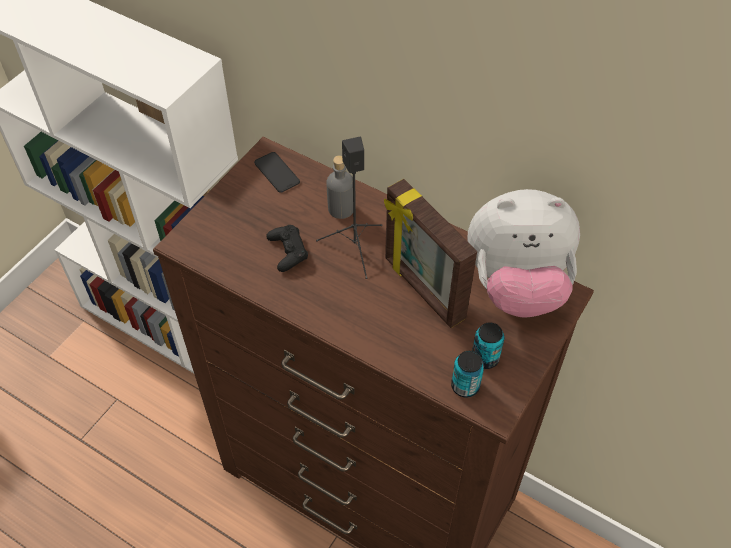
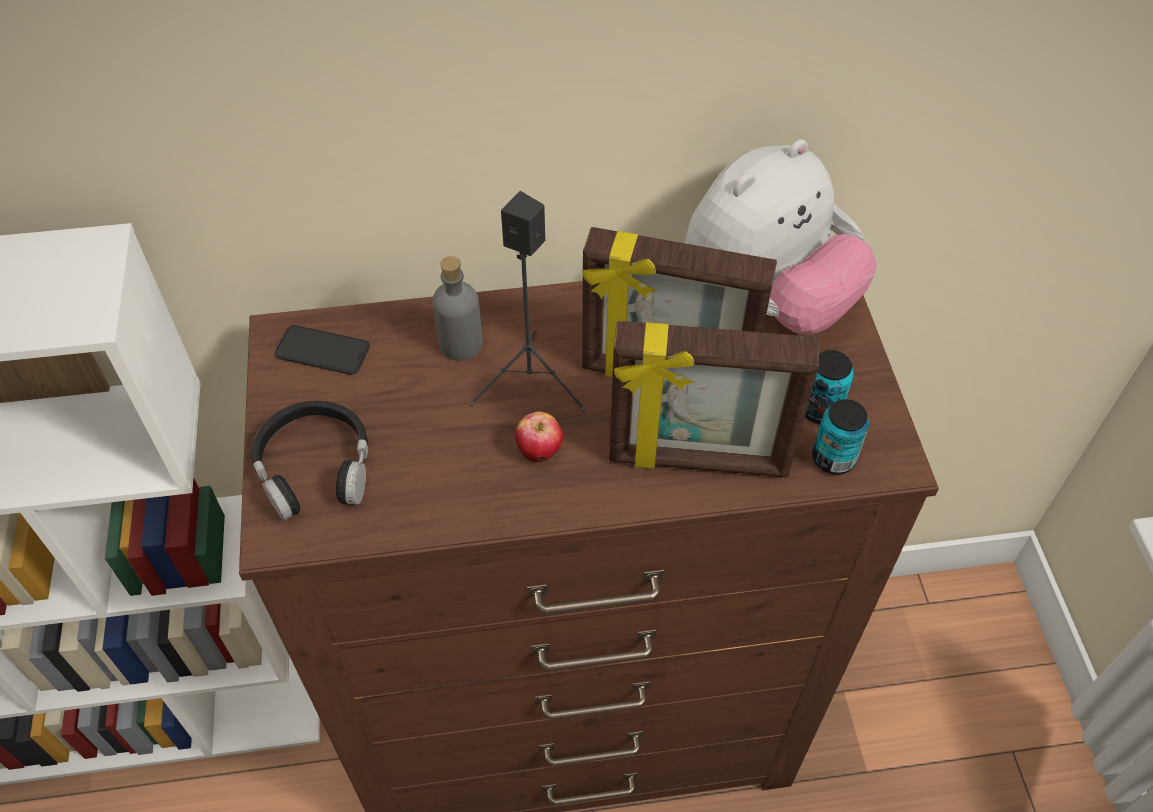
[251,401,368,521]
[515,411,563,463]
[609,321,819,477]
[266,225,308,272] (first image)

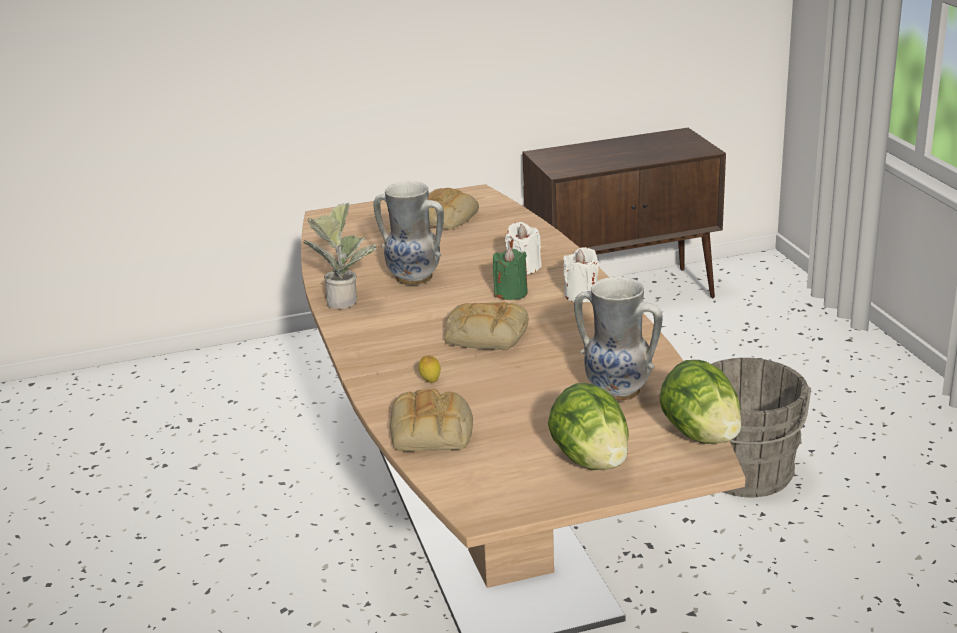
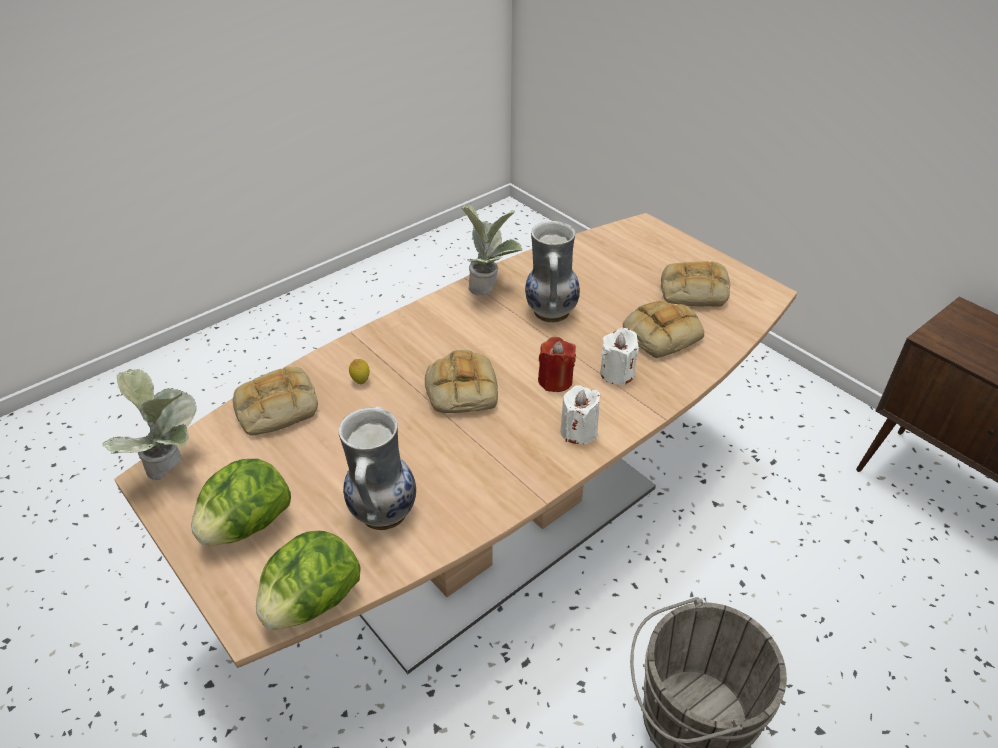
[102,368,197,480]
[538,337,576,392]
[623,301,704,358]

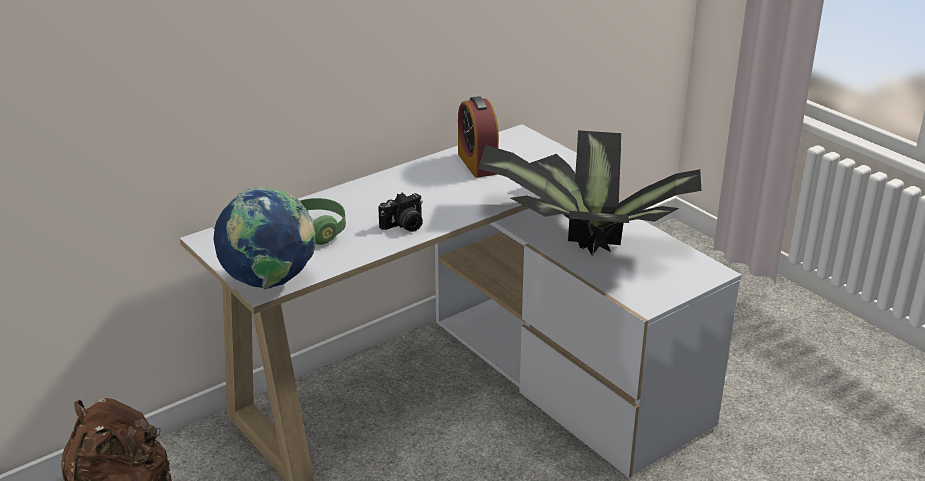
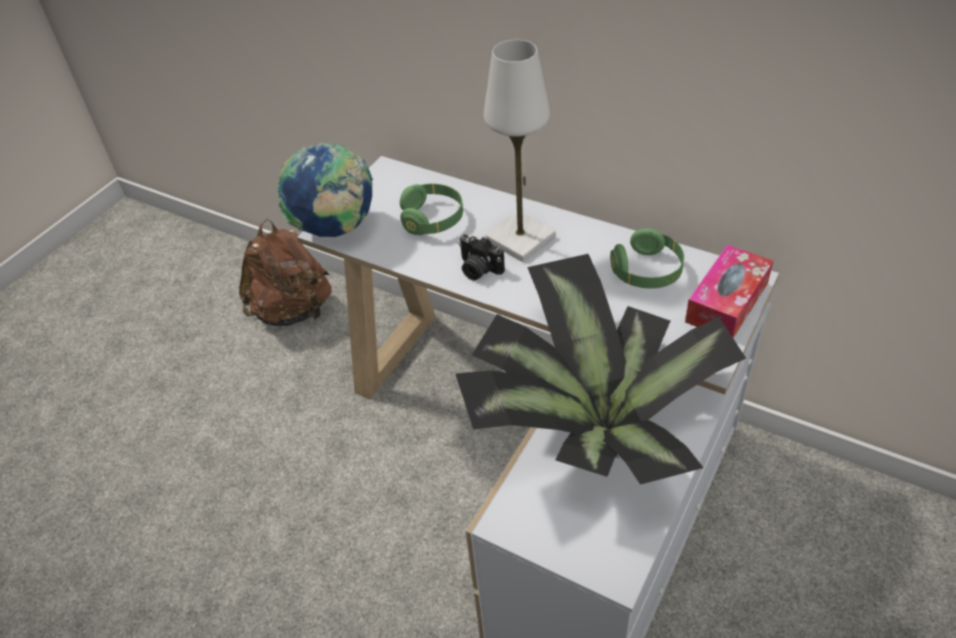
[484,40,555,262]
[610,228,684,289]
[685,245,773,338]

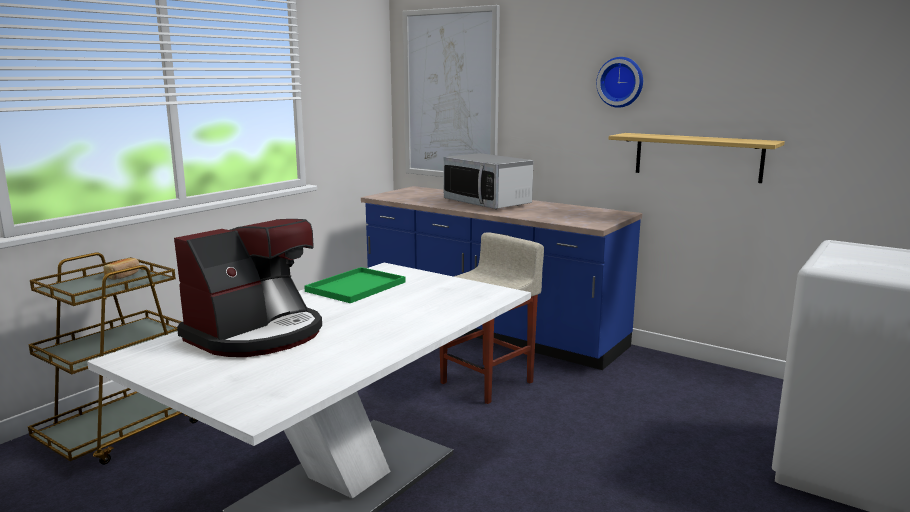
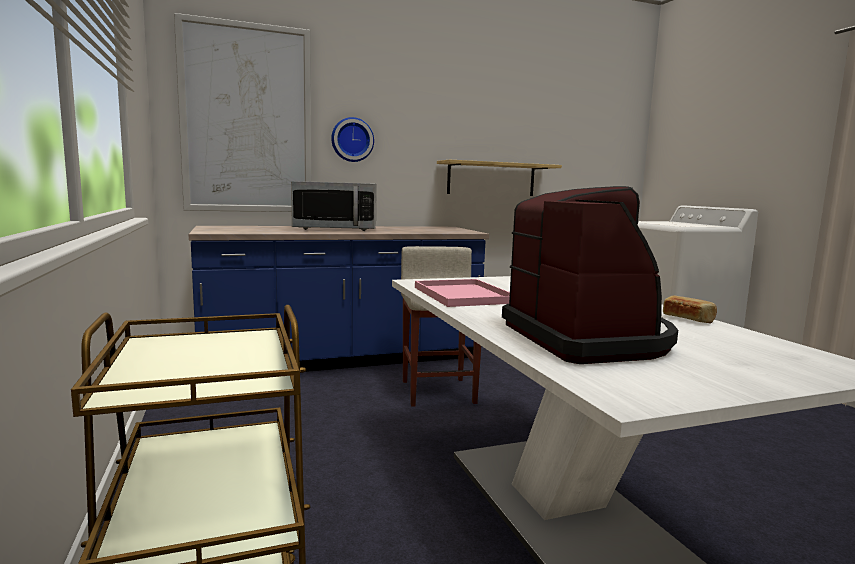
[331,117,374,162]
[415,279,510,307]
[663,295,717,323]

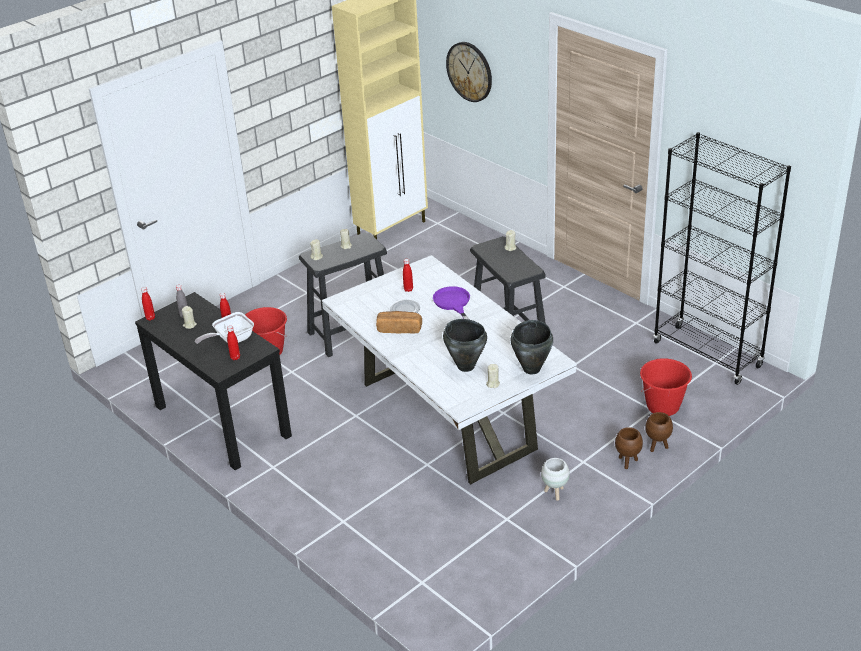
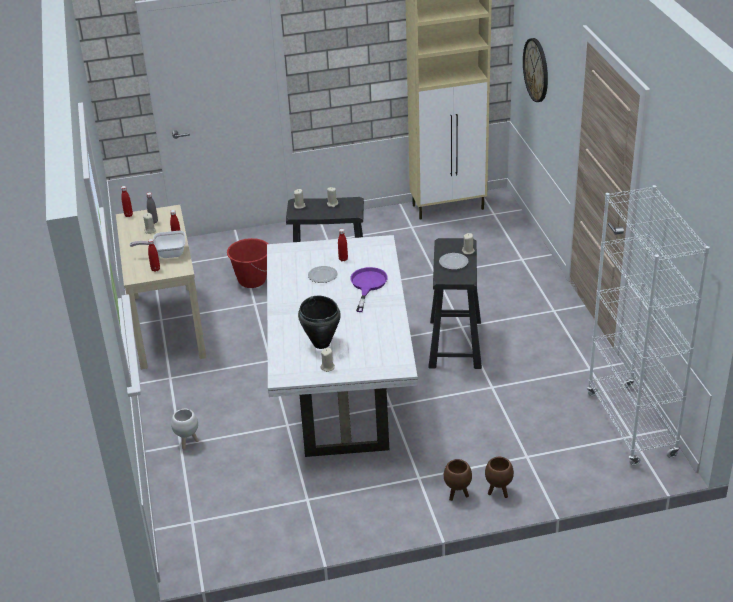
[116,205,206,369]
[171,409,199,449]
[439,253,468,270]
[587,185,710,466]
[376,311,422,334] (first image)
[511,320,553,375] (first image)
[640,358,692,416] (first image)

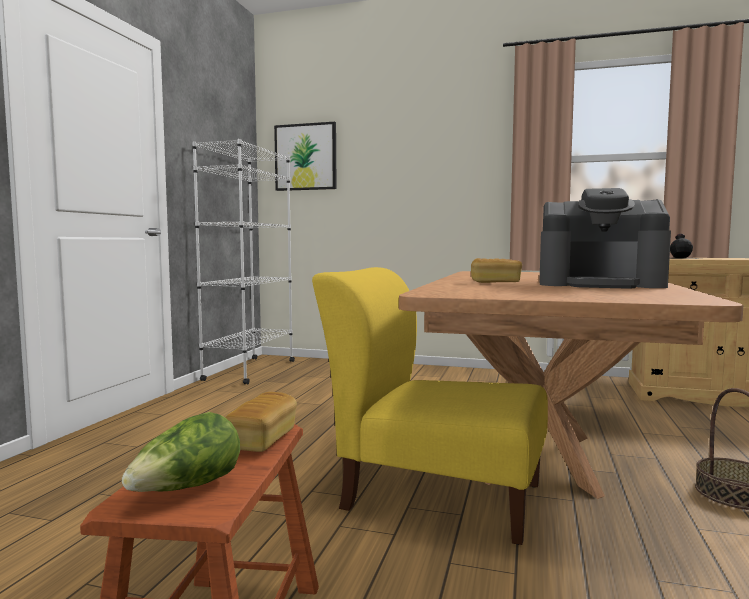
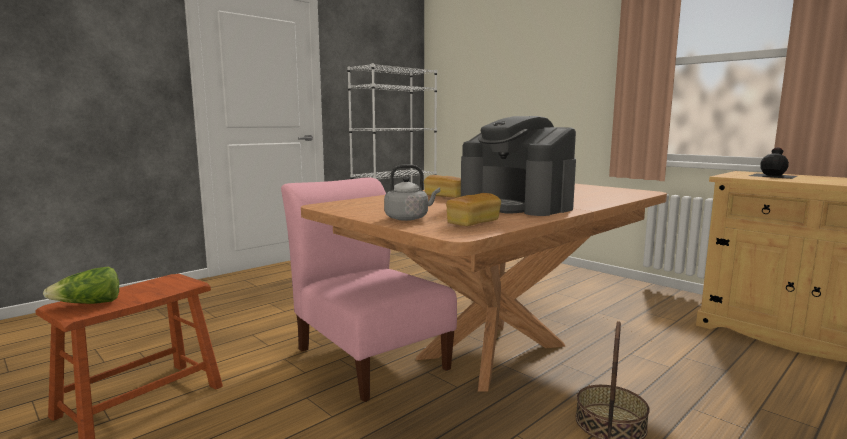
[281,177,457,402]
[384,164,440,221]
[446,193,501,226]
[274,122,337,191] (first image)

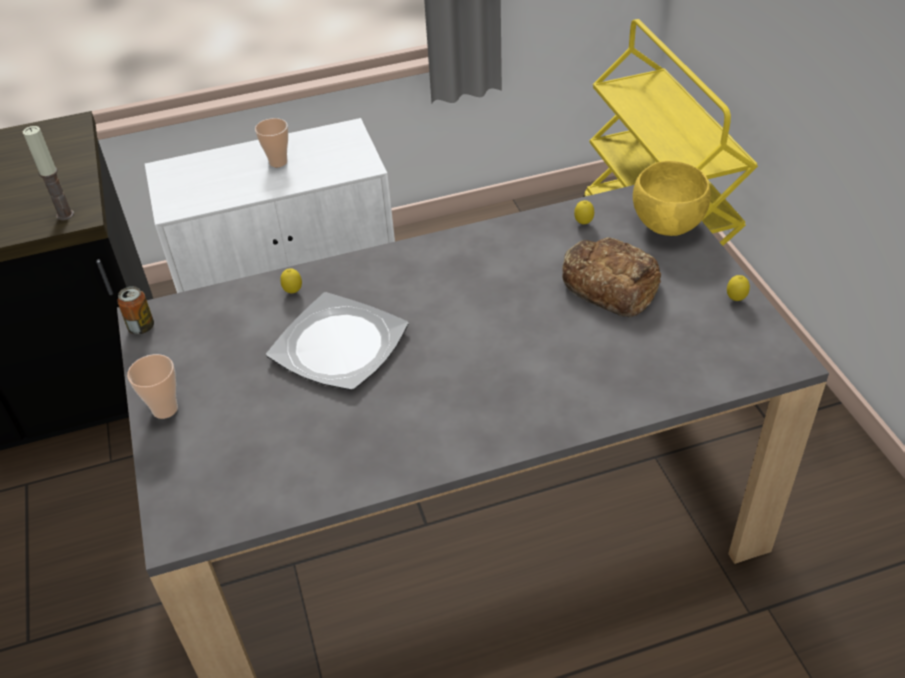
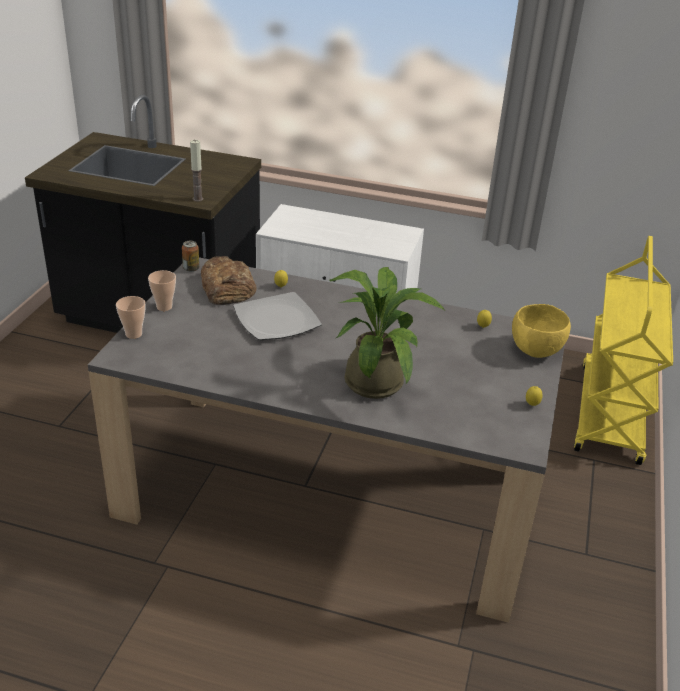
[116,296,145,339]
[201,256,256,305]
[330,267,445,399]

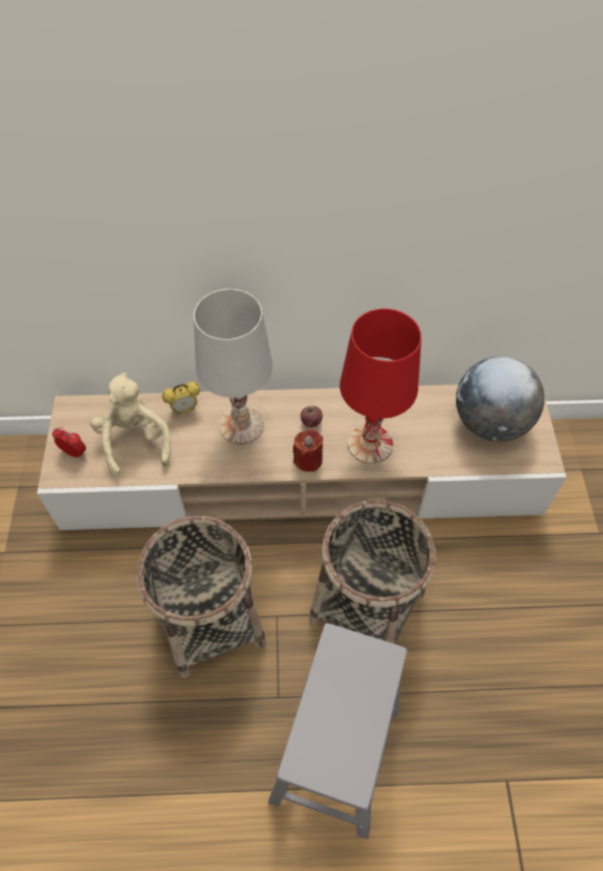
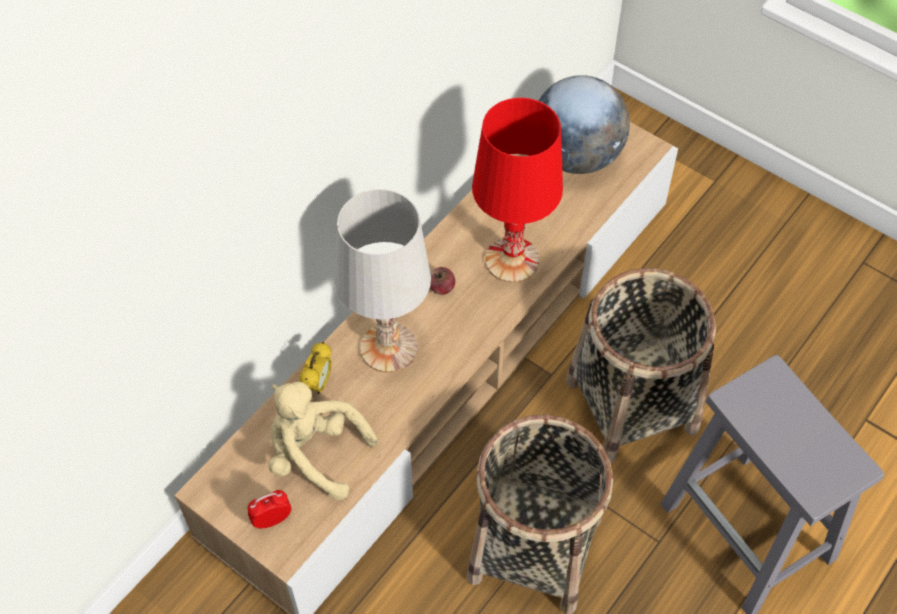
[293,429,323,472] (first image)

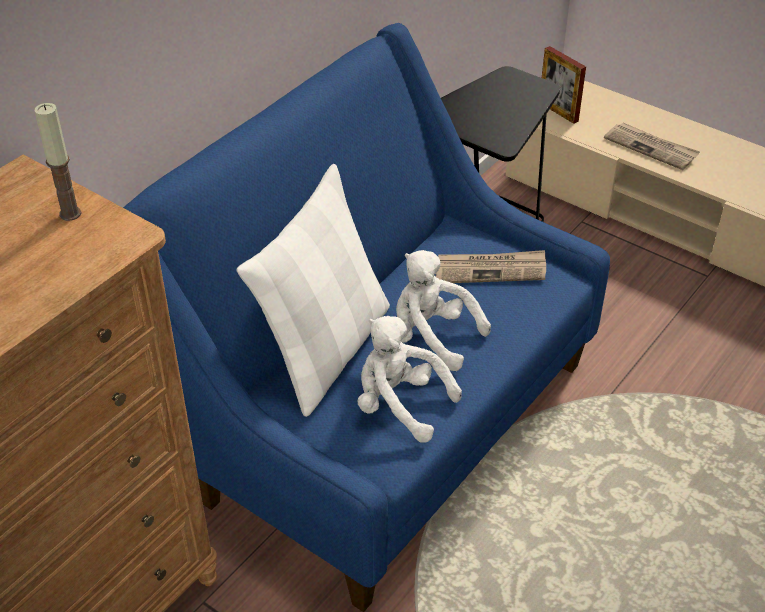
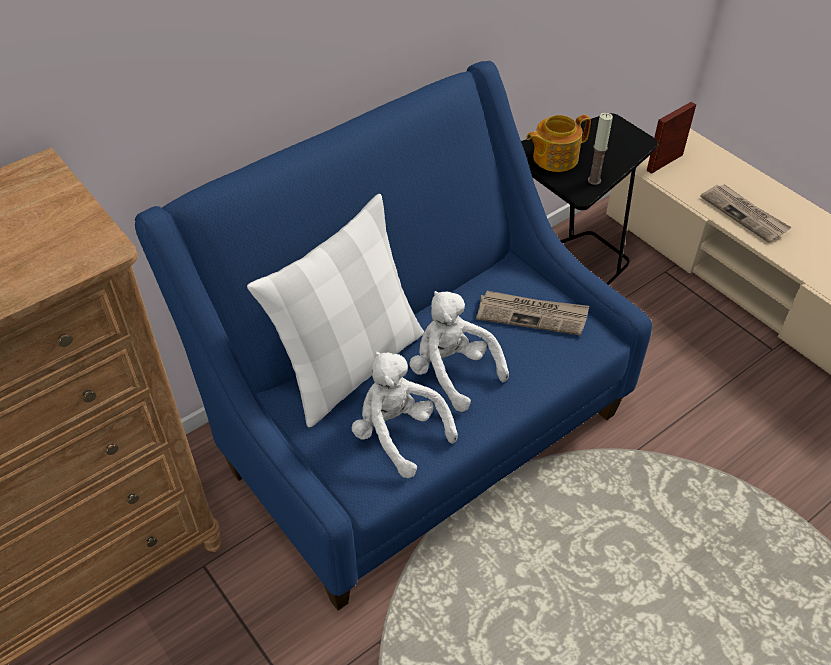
[526,115,591,172]
[588,113,613,185]
[647,102,696,174]

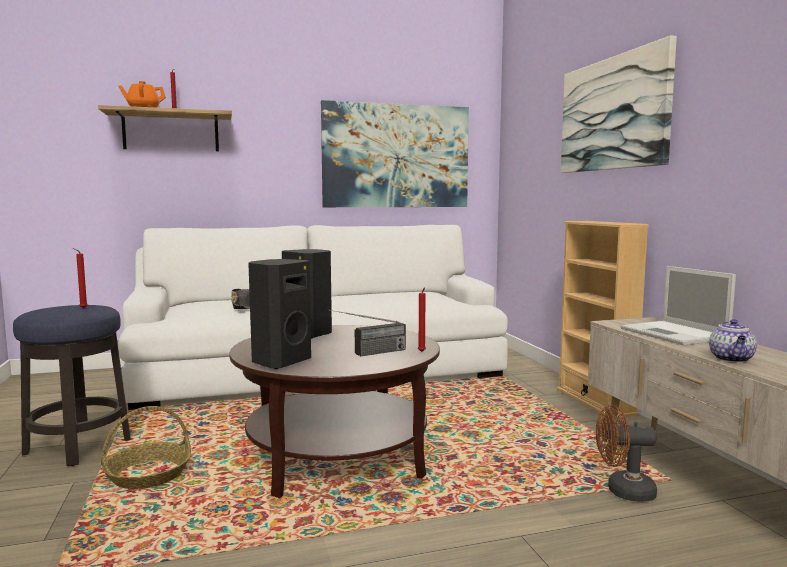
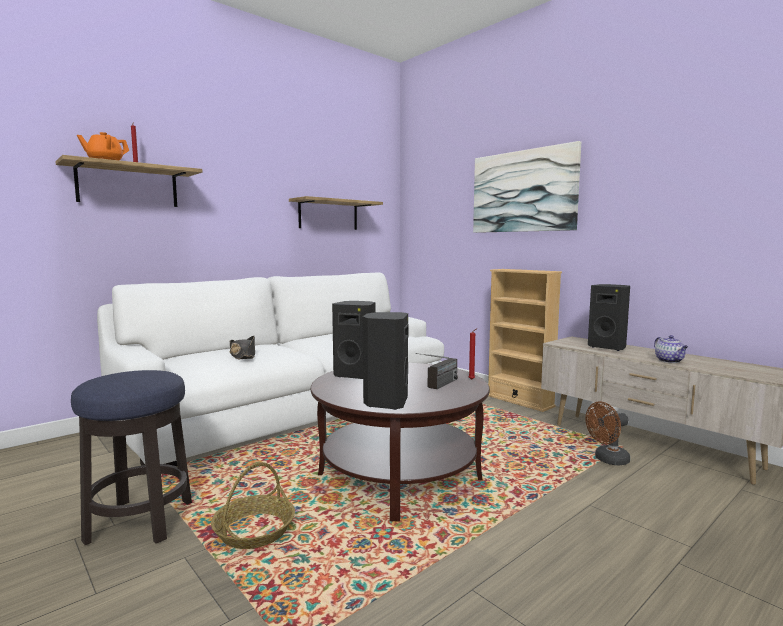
[289,196,383,230]
[588,284,630,351]
[72,248,88,308] (first image)

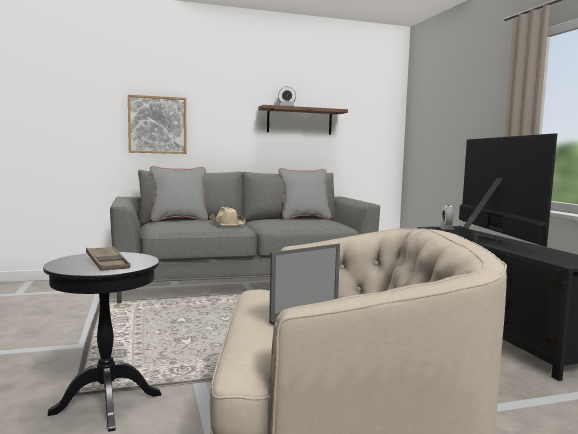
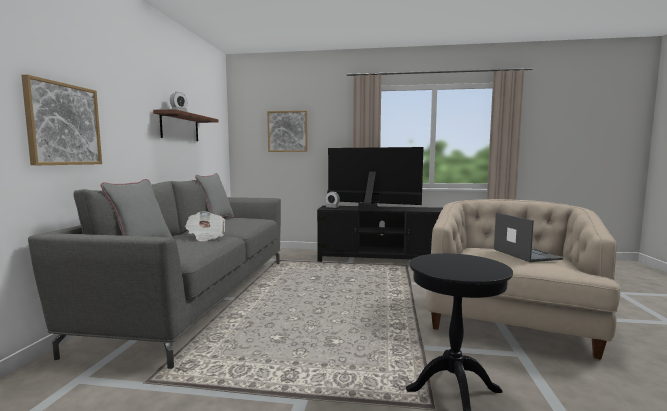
[185,211,225,241]
[267,111,308,152]
[86,246,130,271] (first image)

